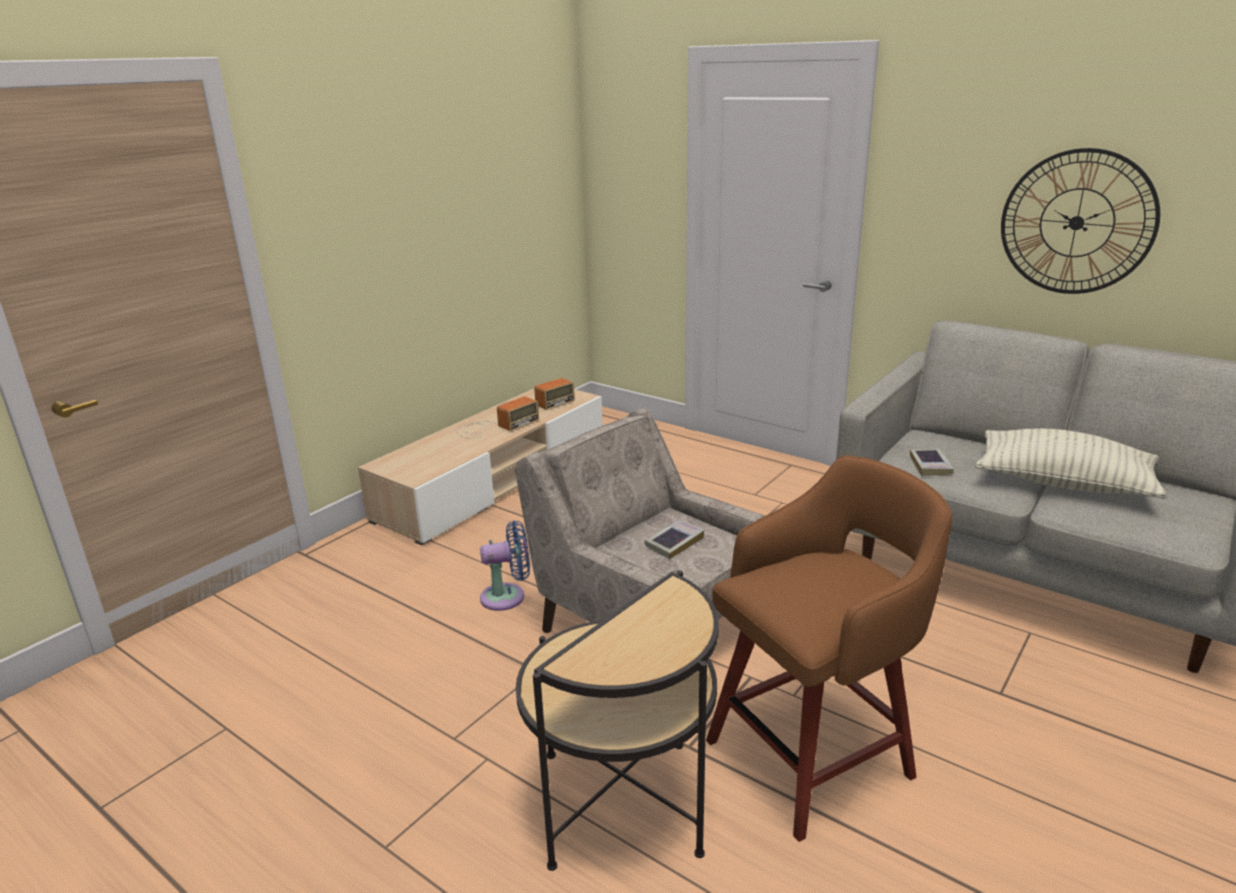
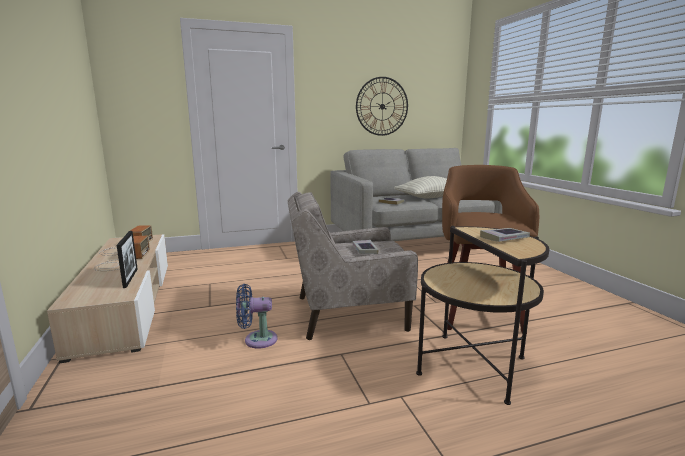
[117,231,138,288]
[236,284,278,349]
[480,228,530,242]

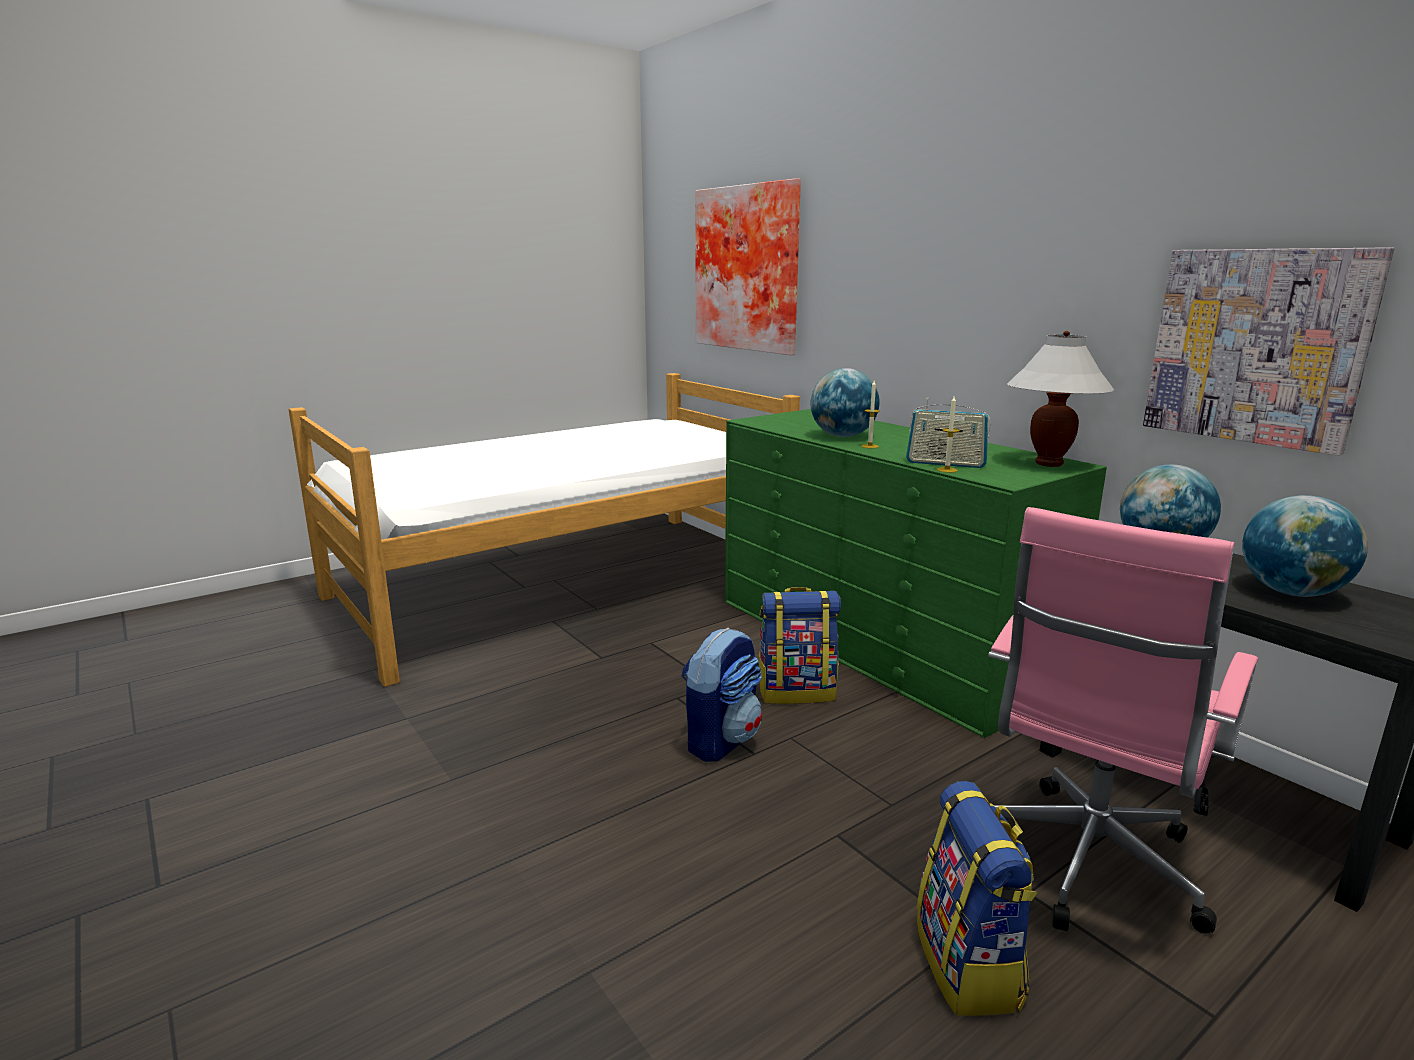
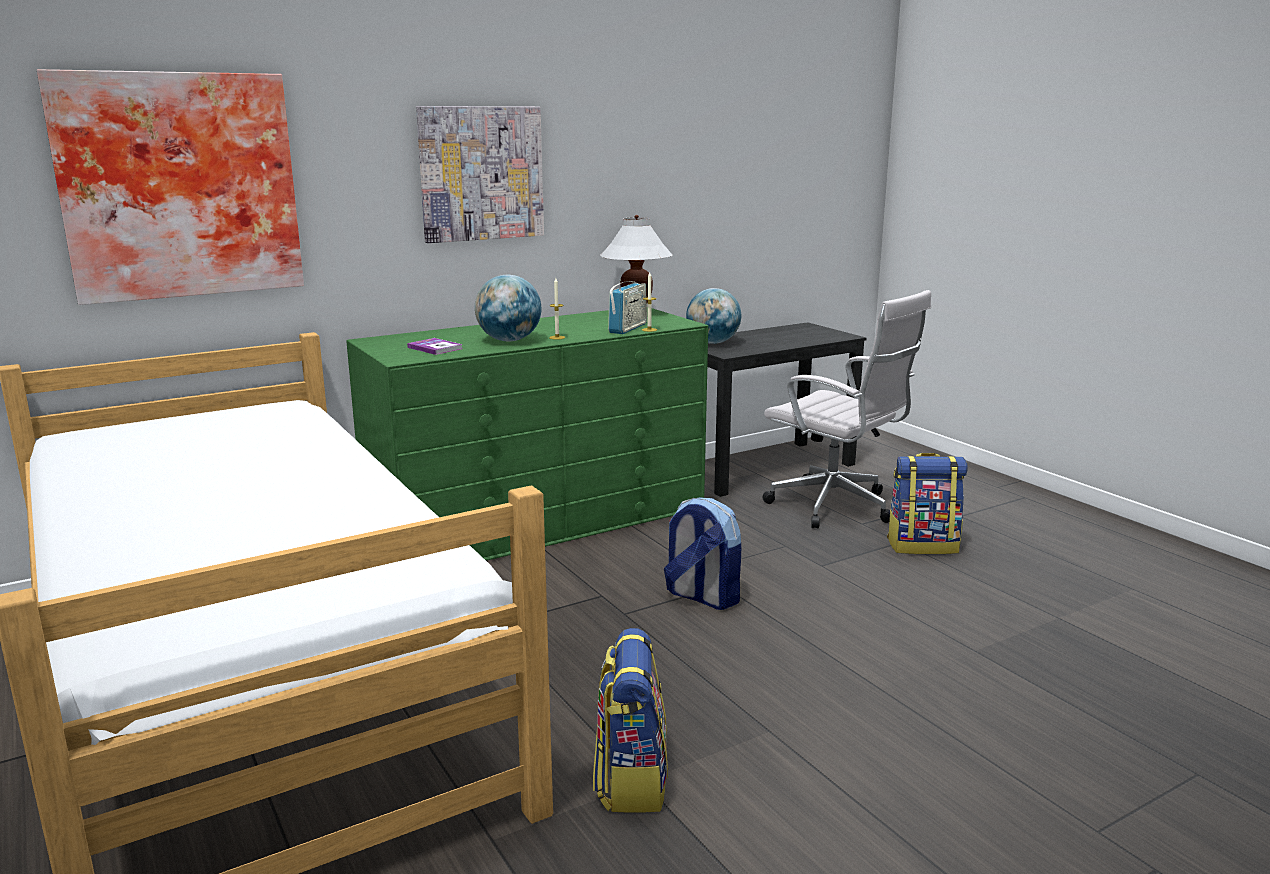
[407,338,462,355]
[416,106,544,243]
[593,628,668,813]
[762,290,931,528]
[1242,495,1368,597] (first image)

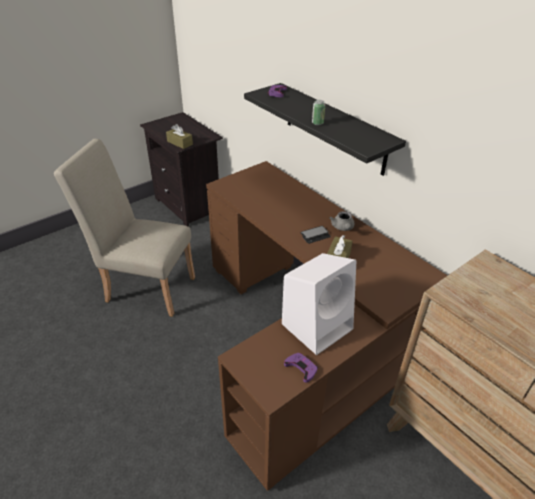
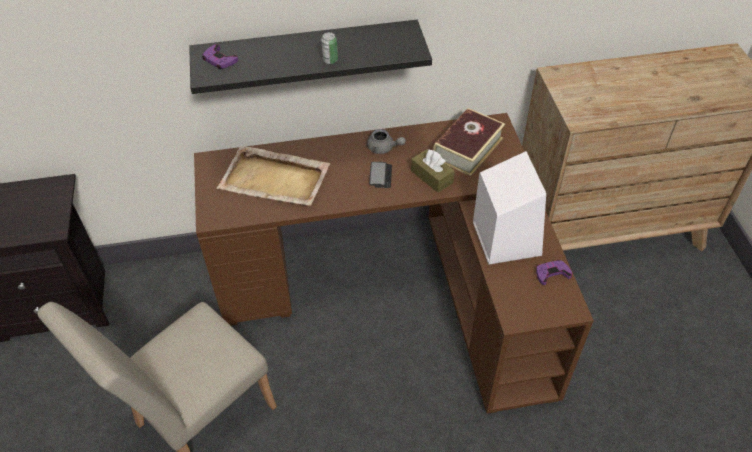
[217,146,330,206]
[433,108,505,176]
[166,124,193,149] (first image)

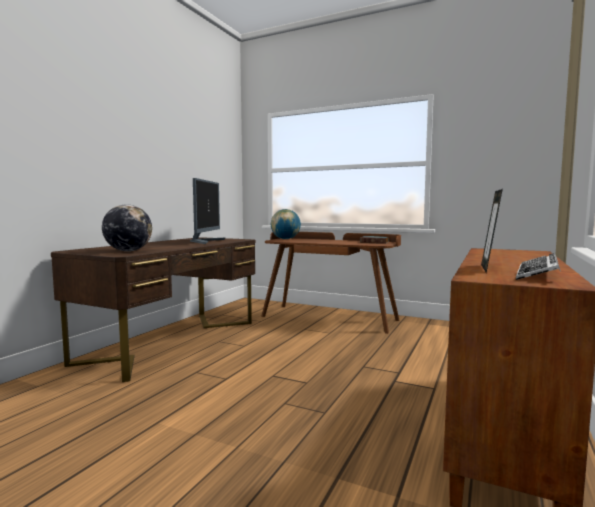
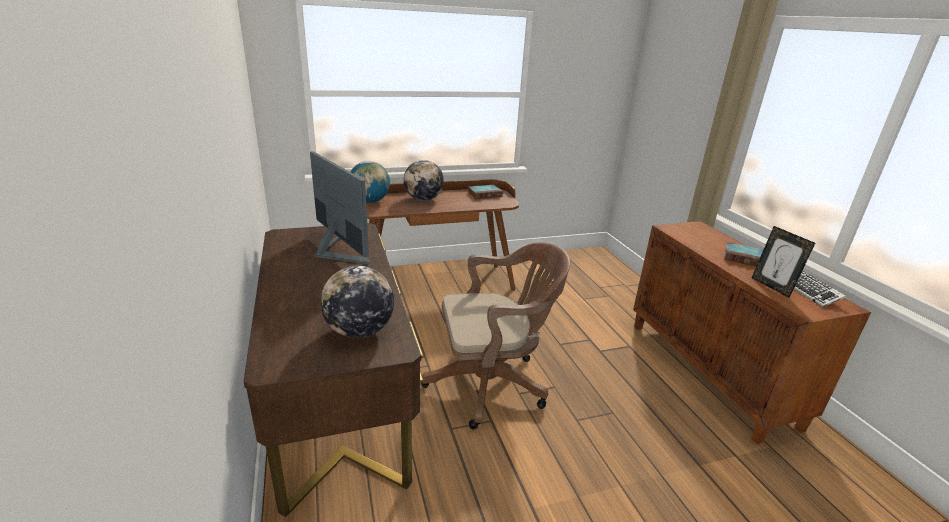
[404,160,444,201]
[421,243,570,430]
[724,242,764,266]

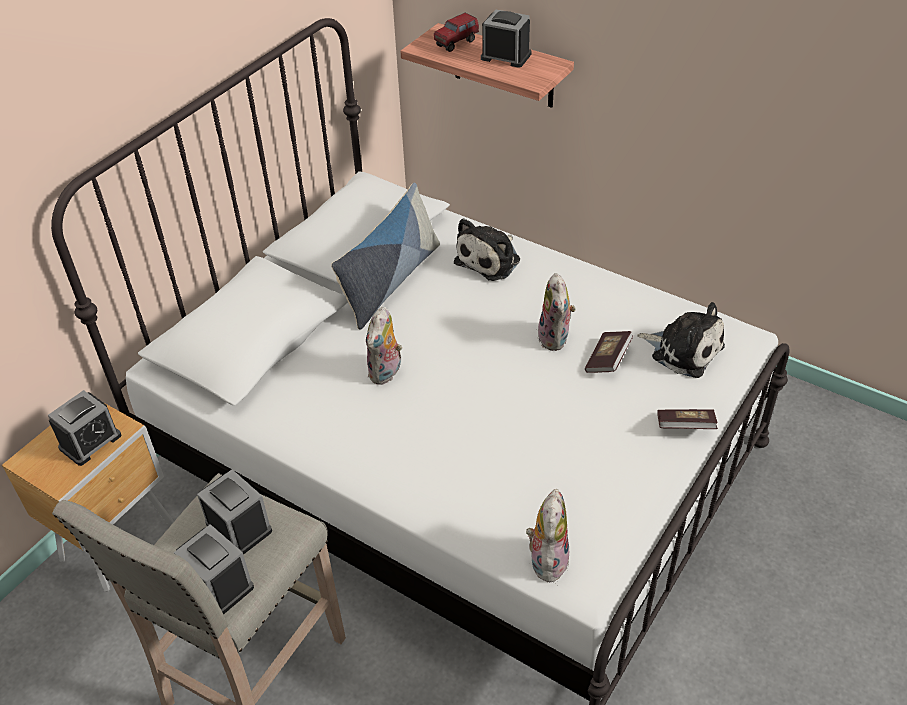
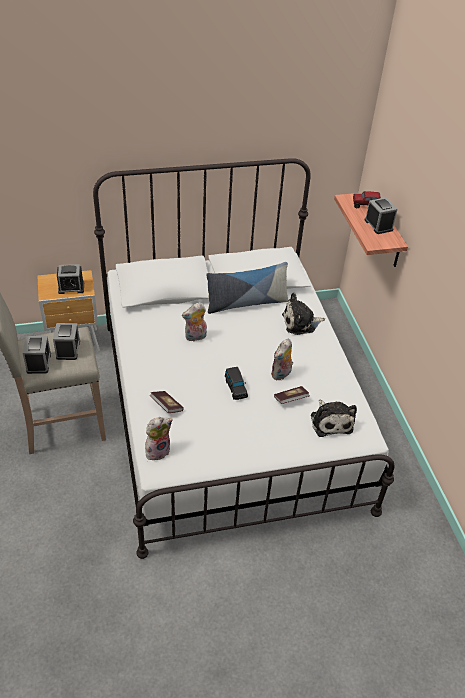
[150,391,184,413]
[225,367,248,400]

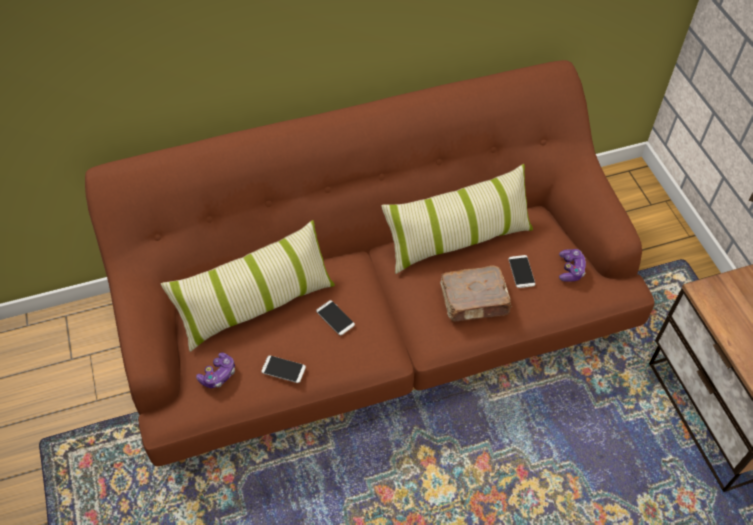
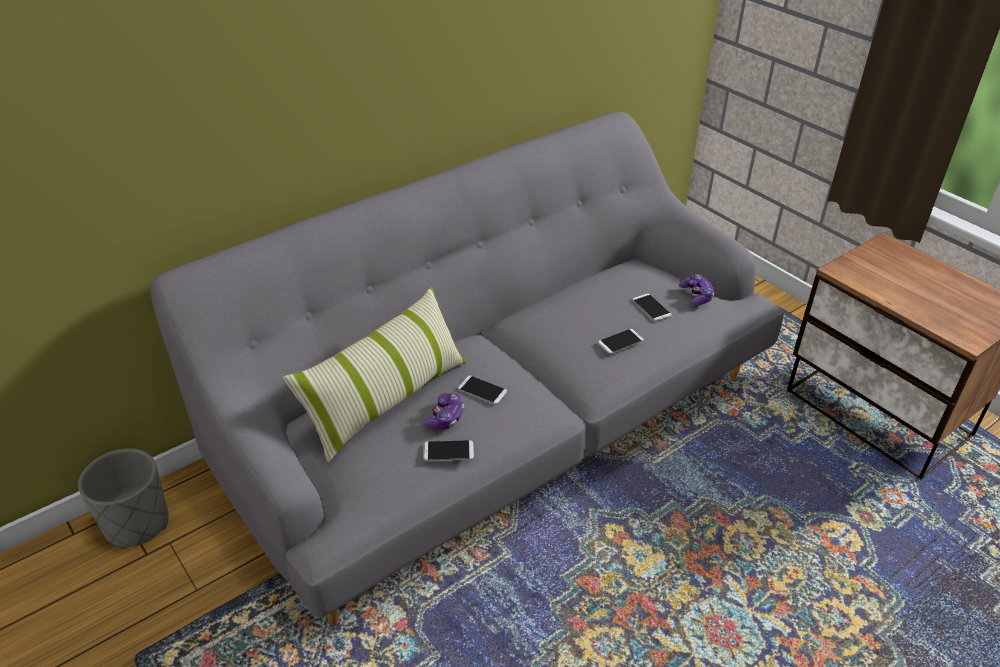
[78,448,168,549]
[151,112,784,625]
[424,393,464,429]
[598,329,644,354]
[381,164,533,274] (first image)

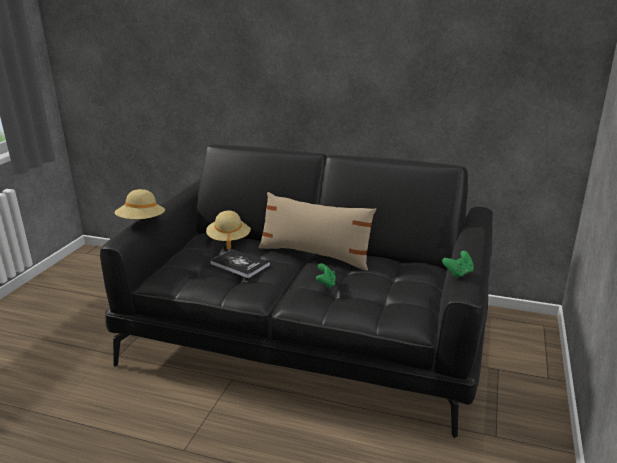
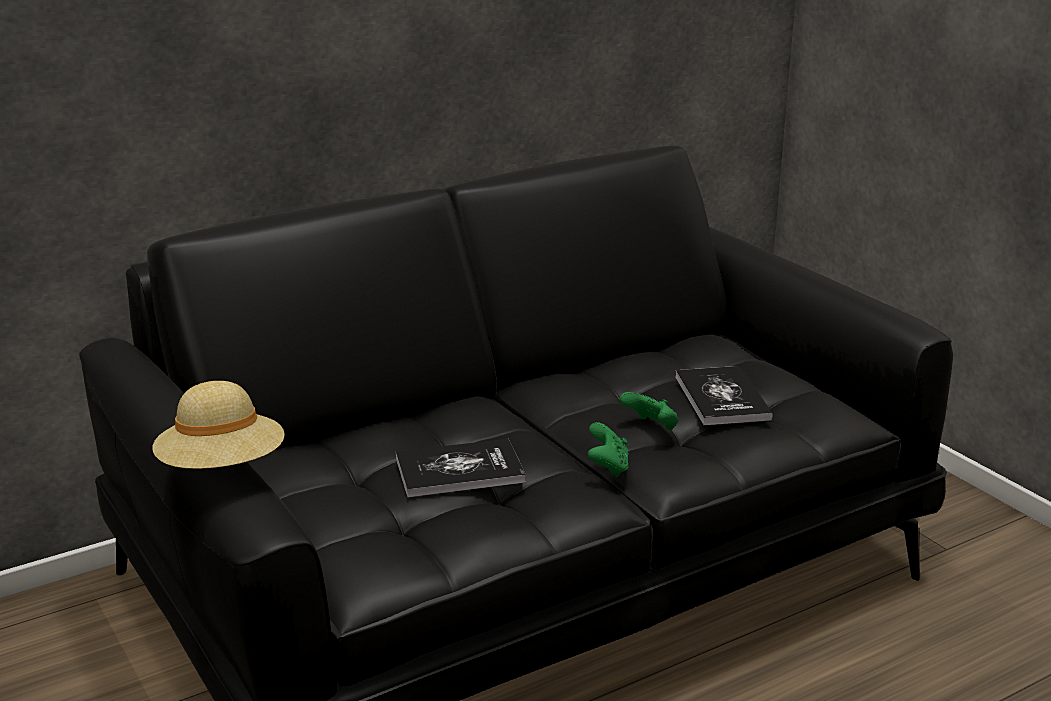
[588,422,629,477]
[675,366,773,425]
[206,210,251,250] (first image)
[258,192,376,270] (first image)

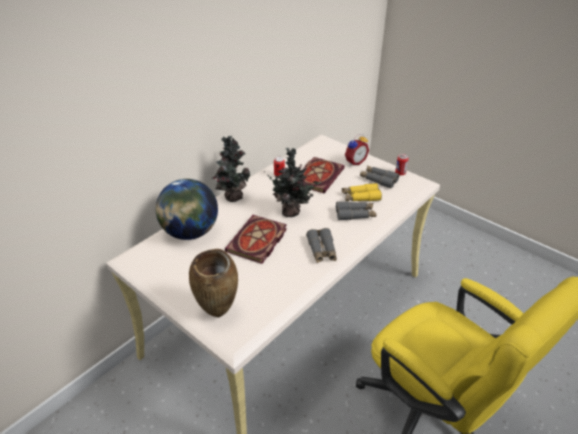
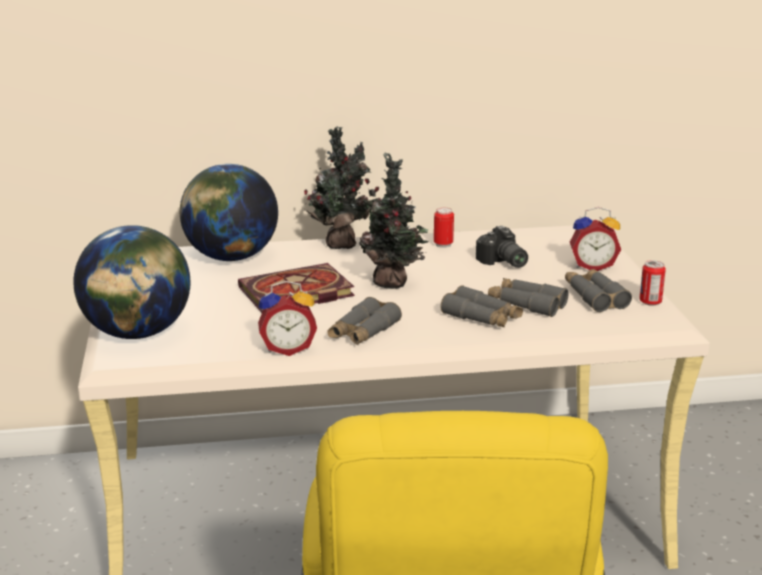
[73,225,190,339]
[258,281,317,356]
[476,226,528,268]
[488,278,568,317]

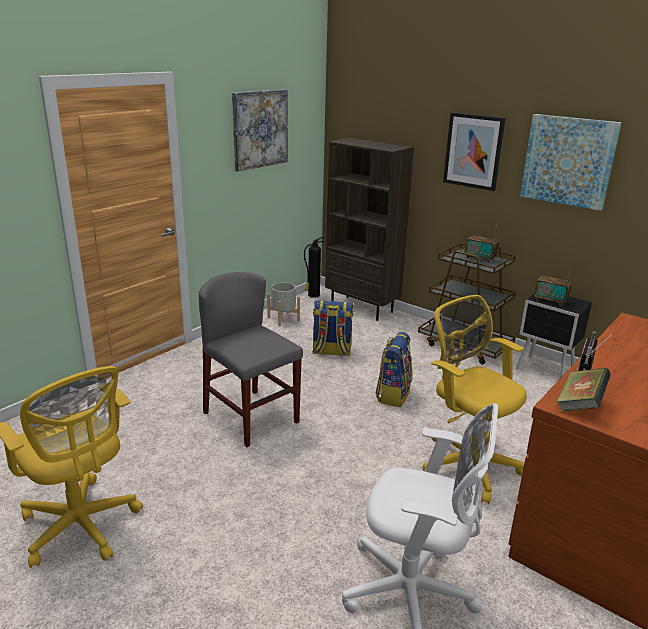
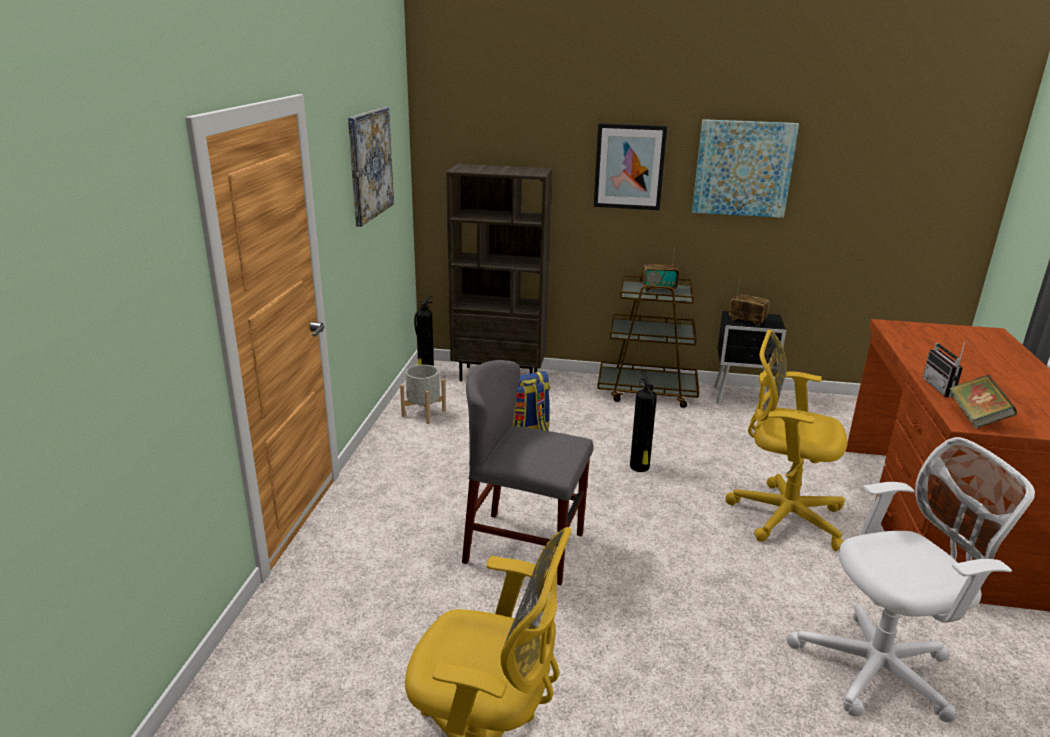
[630,371,657,472]
[729,279,770,326]

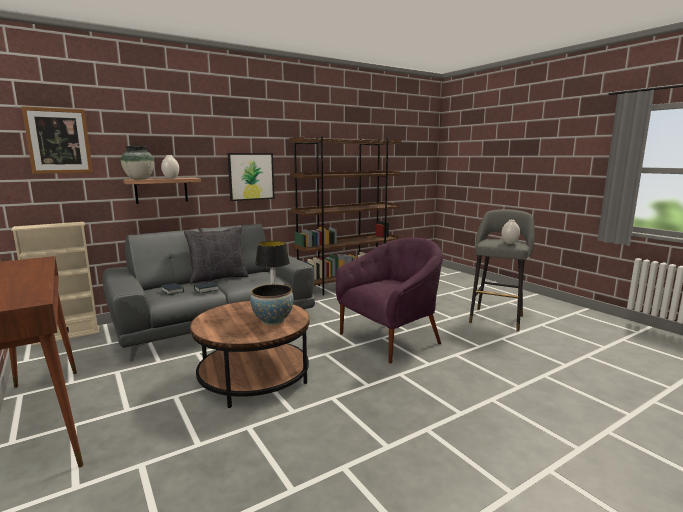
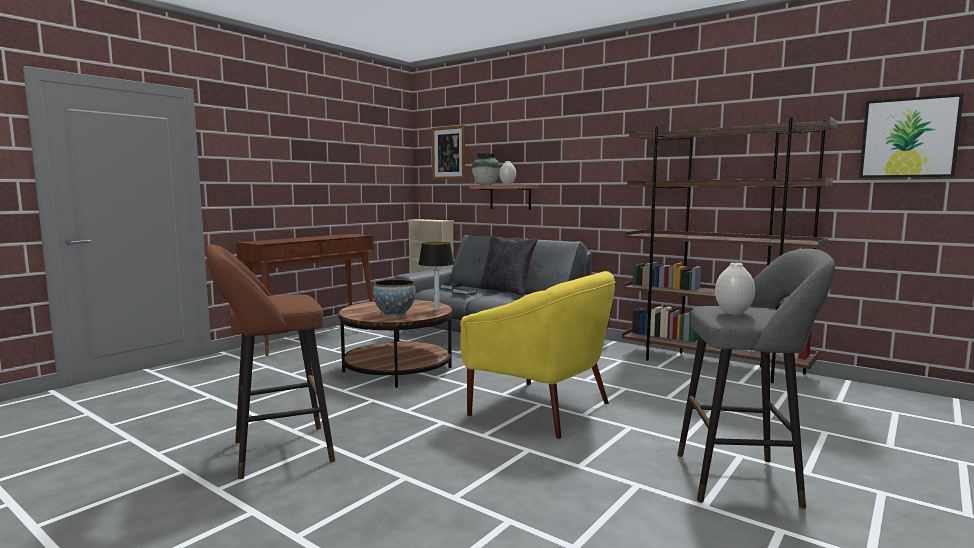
[206,244,335,479]
[460,271,615,439]
[859,93,964,178]

